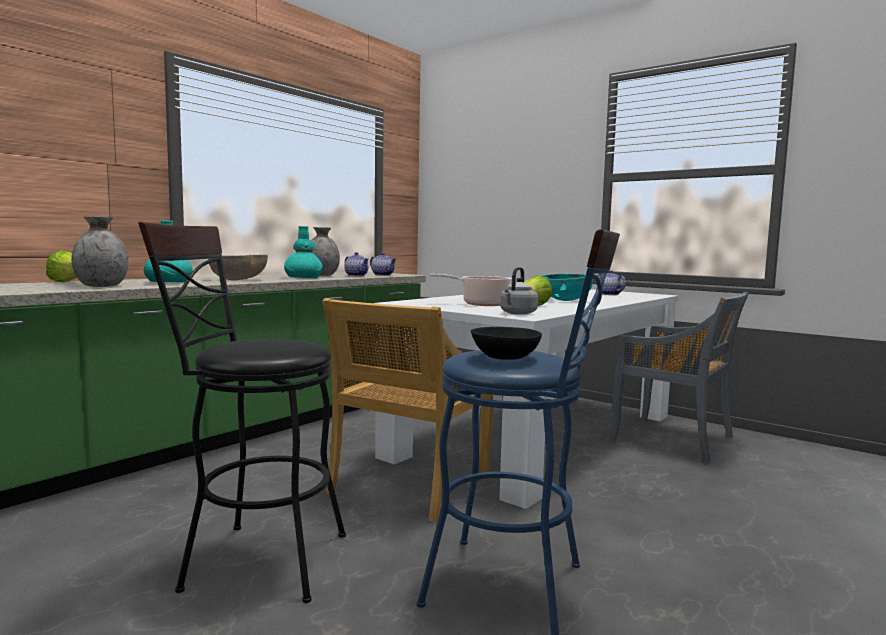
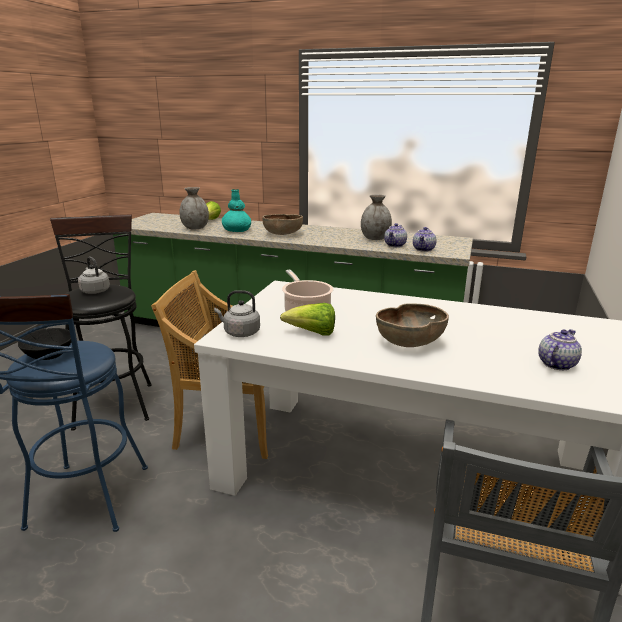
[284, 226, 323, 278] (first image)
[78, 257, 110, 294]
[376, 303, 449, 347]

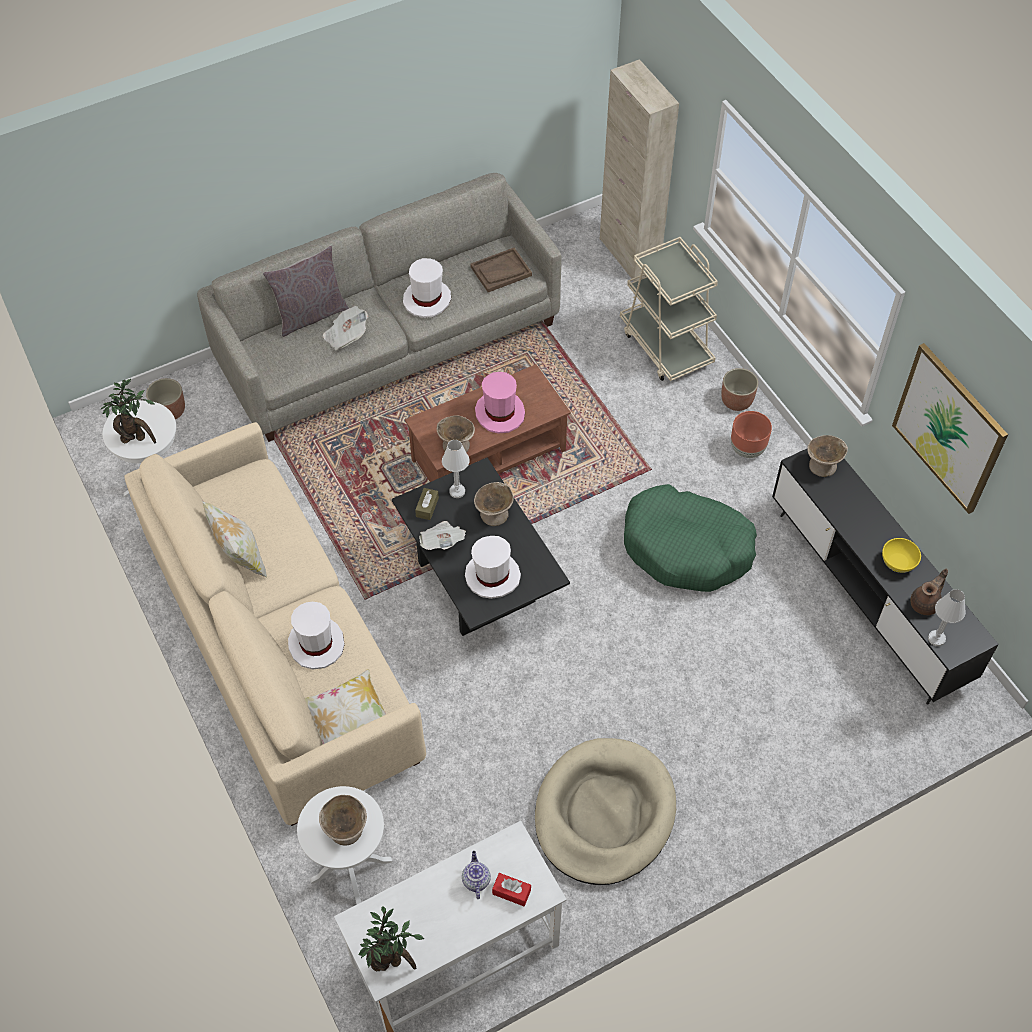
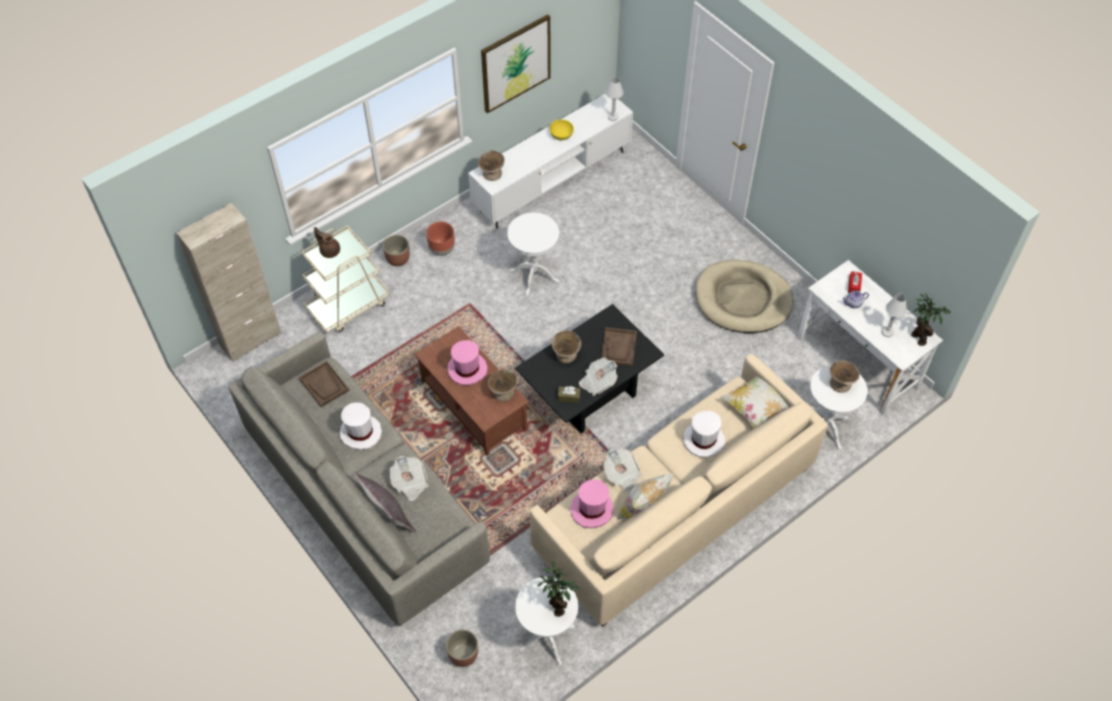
[570, 479, 614, 528]
[603, 449, 642, 492]
[882, 293, 907, 337]
[314, 227, 340, 258]
[601, 327, 637, 366]
[507, 213, 559, 296]
[468, 93, 633, 228]

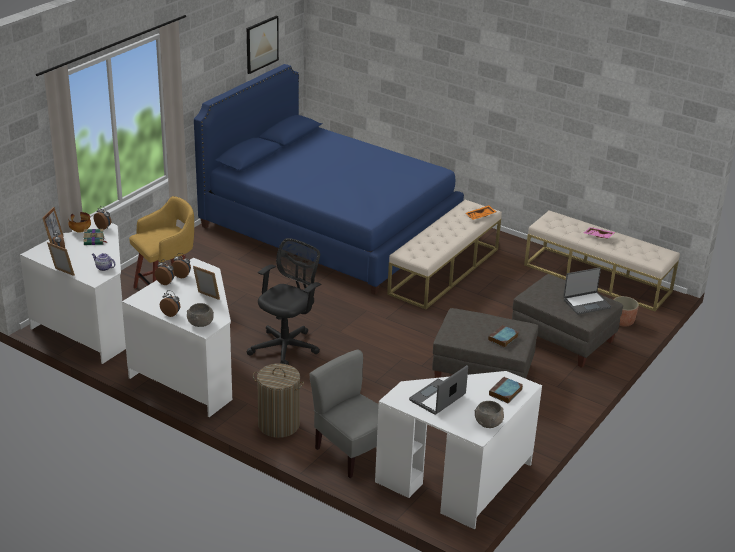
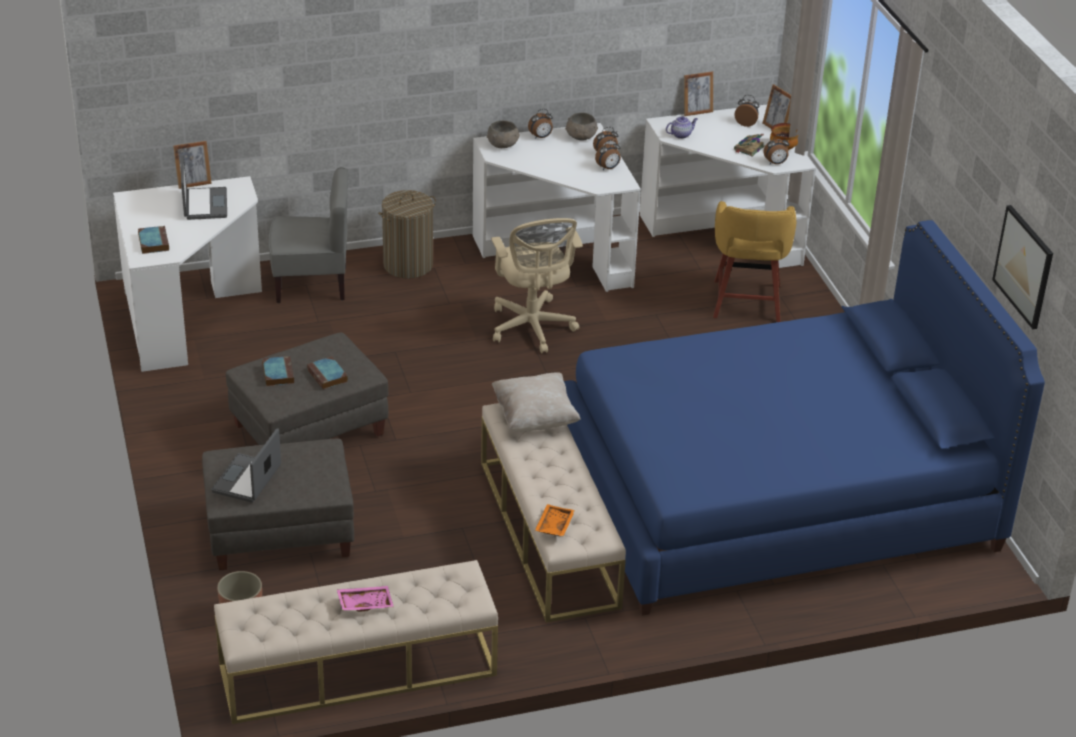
[307, 356, 348, 390]
[491, 373, 581, 431]
[173, 141, 212, 189]
[565, 113, 598, 141]
[491, 218, 583, 353]

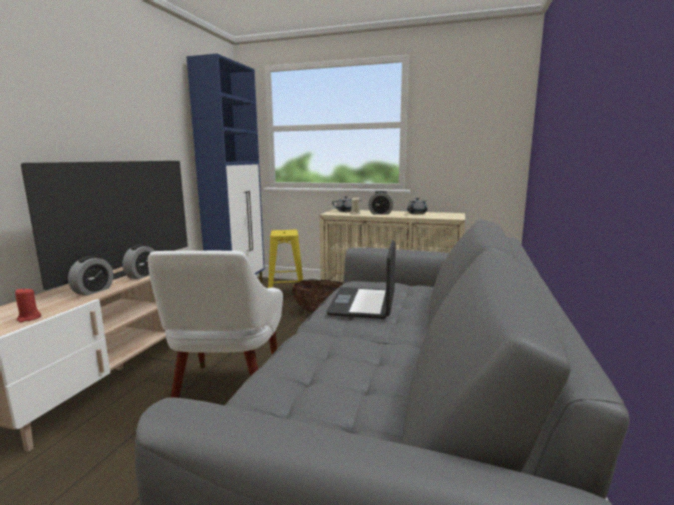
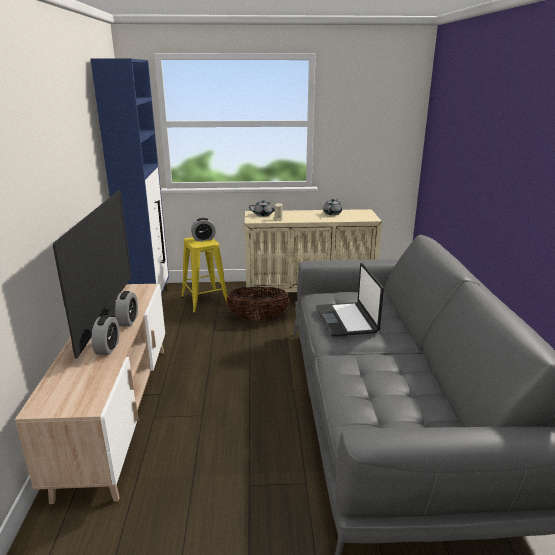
[15, 288, 41, 322] (first image)
[148, 251, 283, 398] (first image)
[191, 218, 216, 241]

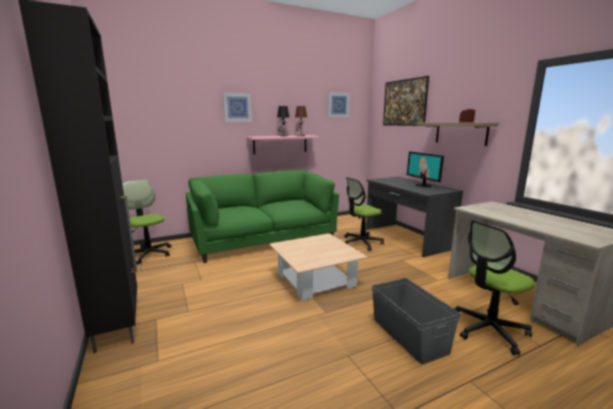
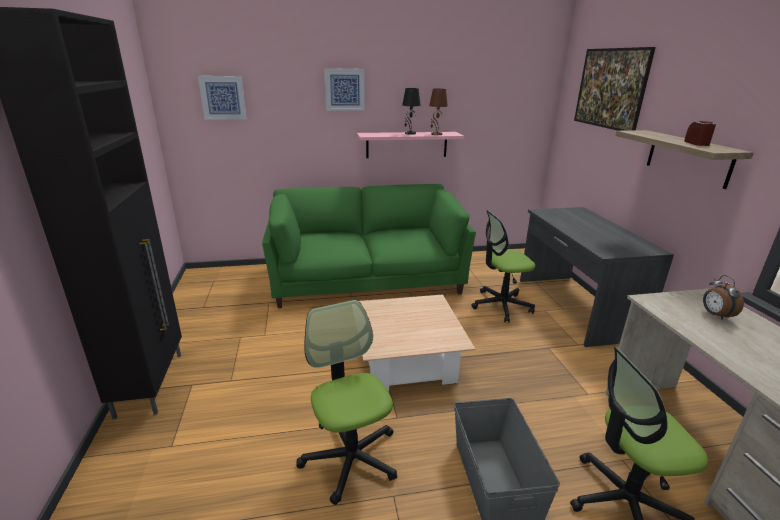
[407, 152, 444, 187] (first image)
[703, 275, 744, 320]
[296, 300, 397, 505]
[198, 76, 247, 120]

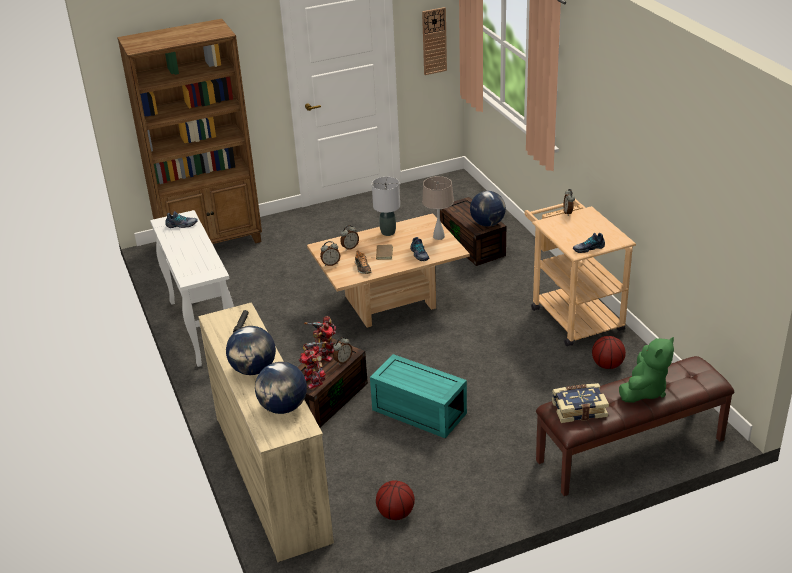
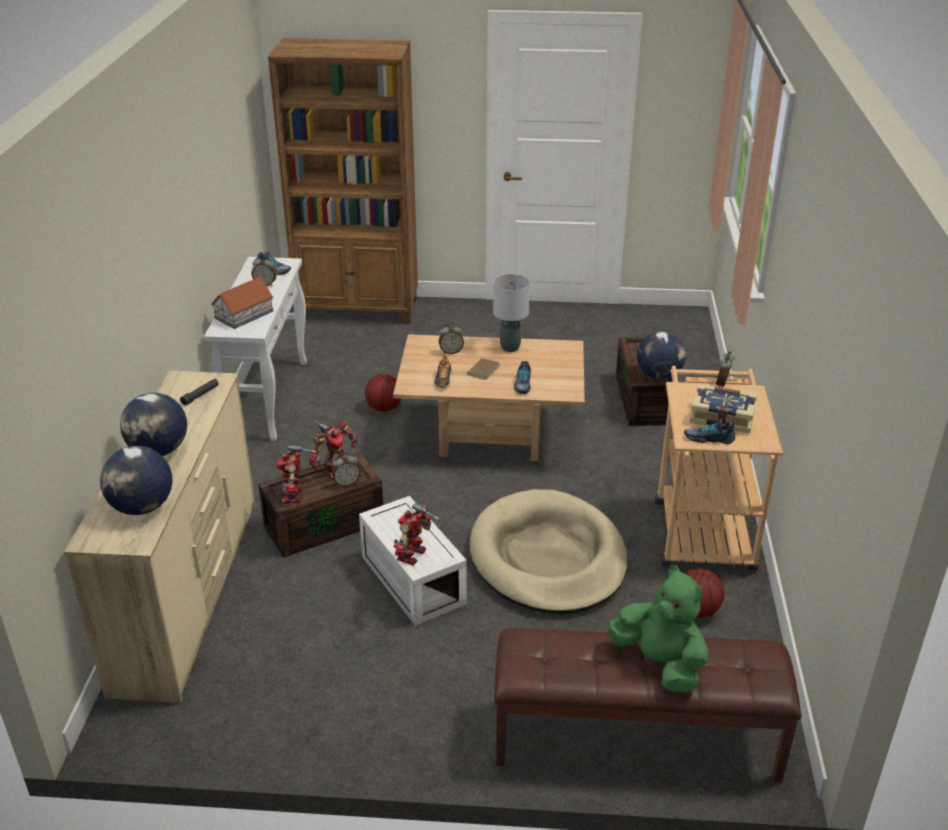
[422, 7, 447, 75] (first image)
[422, 176, 454, 240] (first image)
[210, 277, 273, 329]
[393, 503, 439, 566]
[470, 489, 627, 614]
[251, 255, 277, 286]
[365, 374, 401, 412]
[690, 385, 757, 433]
[359, 496, 467, 626]
[608, 565, 708, 693]

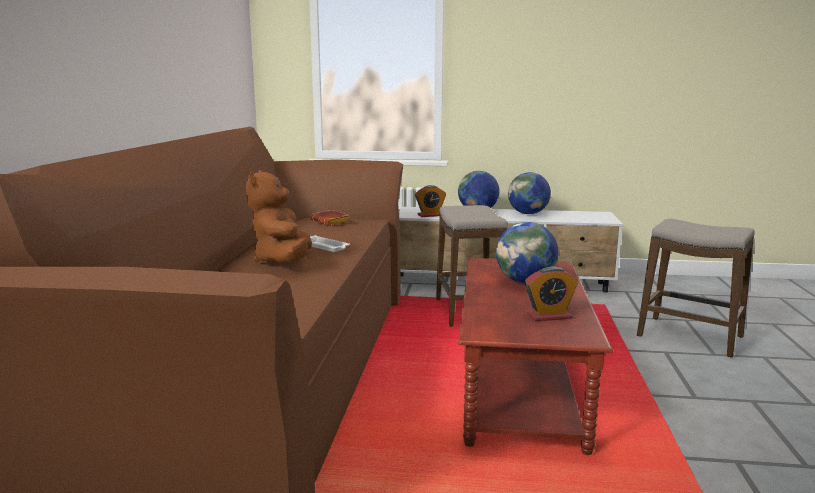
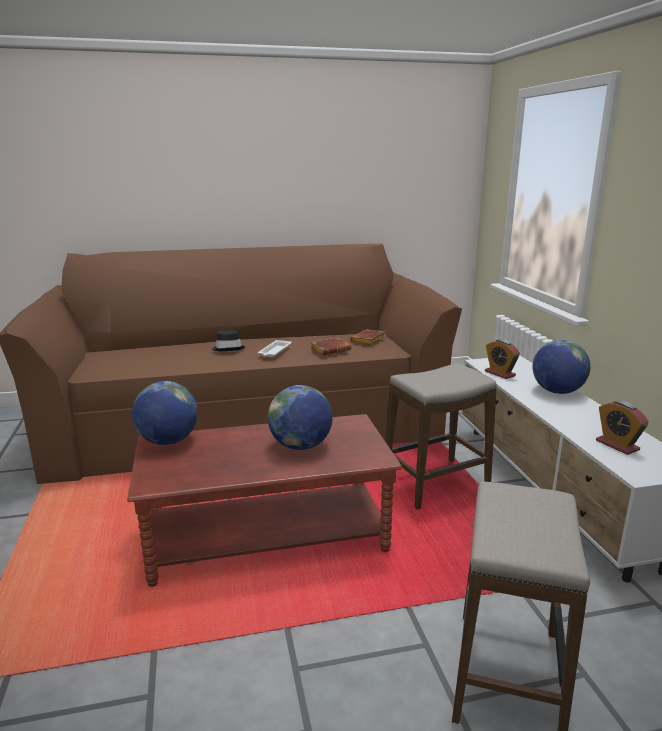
[310, 337, 351, 355]
[132, 381, 198, 445]
[596, 400, 649, 455]
[212, 330, 245, 351]

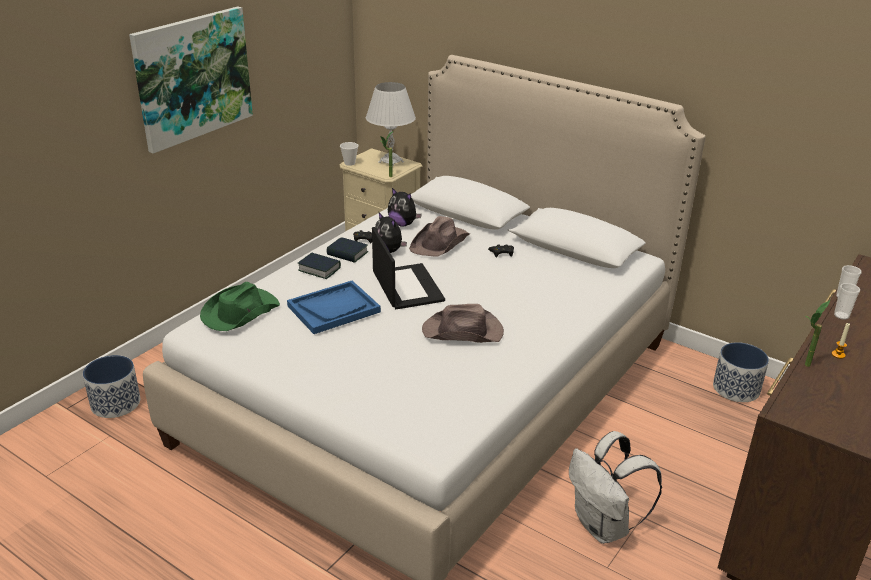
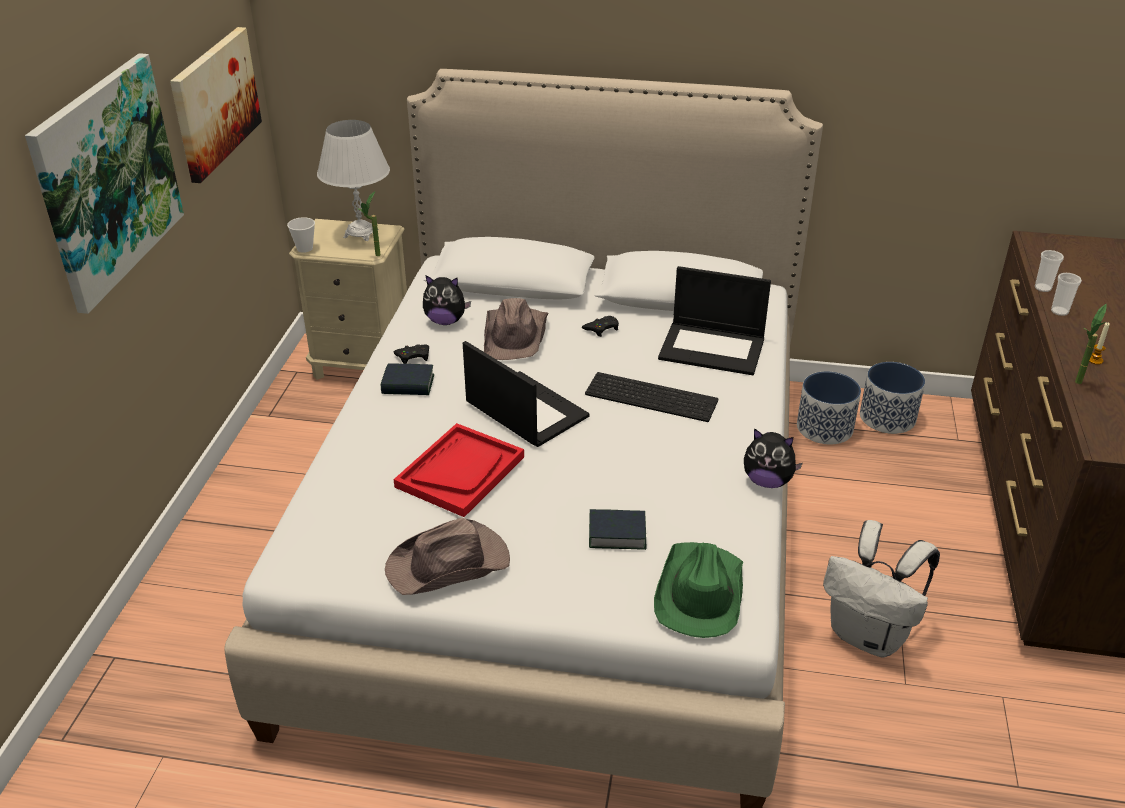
[170, 27, 262, 183]
[585, 372, 718, 422]
[658, 266, 771, 375]
[797, 371, 861, 444]
[654, 542, 743, 638]
[589, 509, 646, 550]
[744, 428, 803, 488]
[385, 518, 510, 595]
[394, 423, 524, 517]

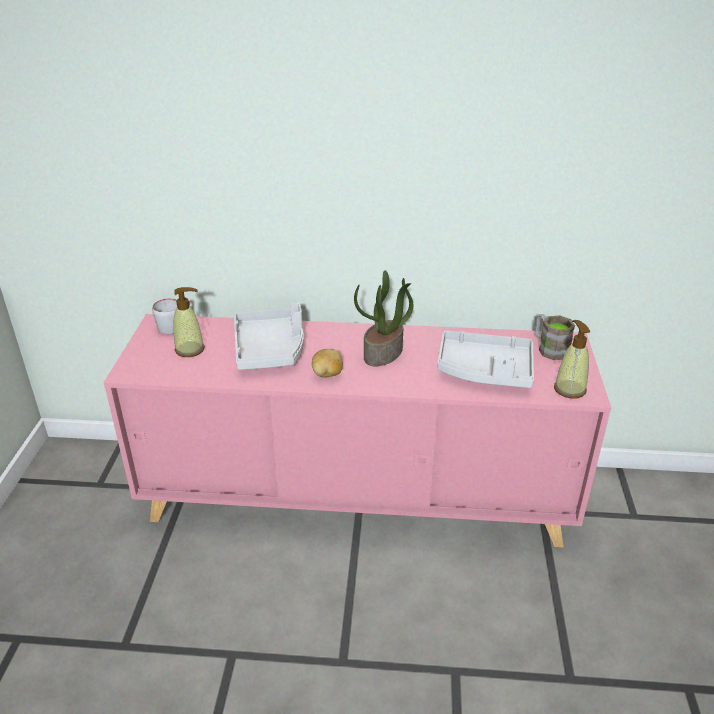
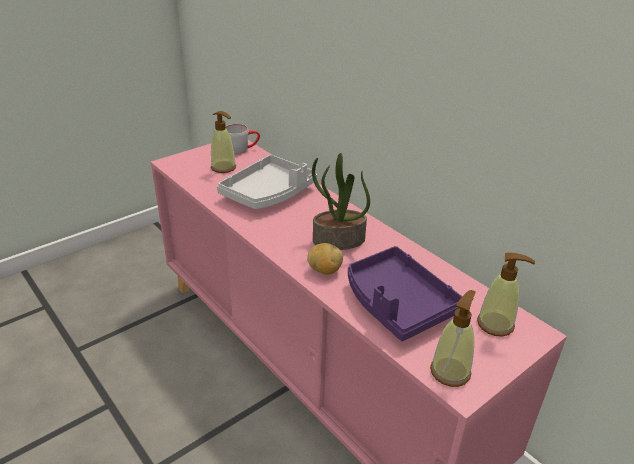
[307, 243, 343, 275]
[477, 253, 535, 337]
[348, 246, 462, 341]

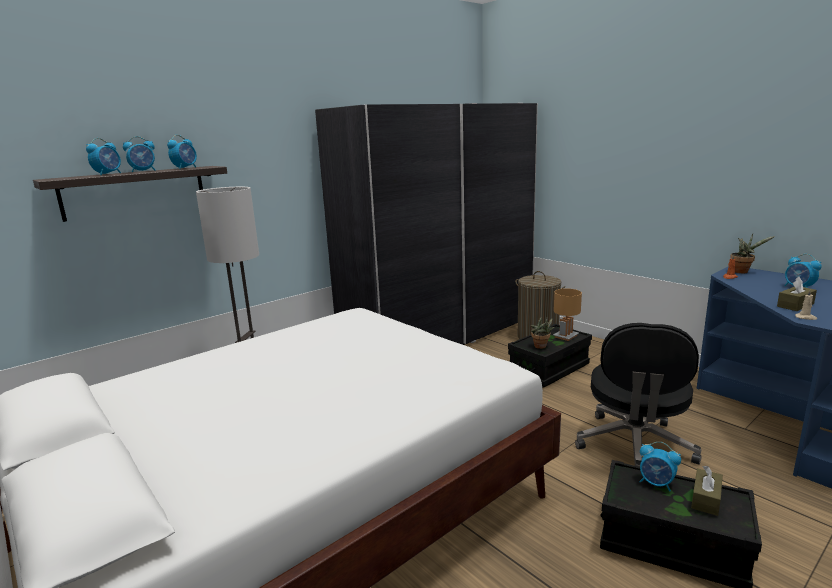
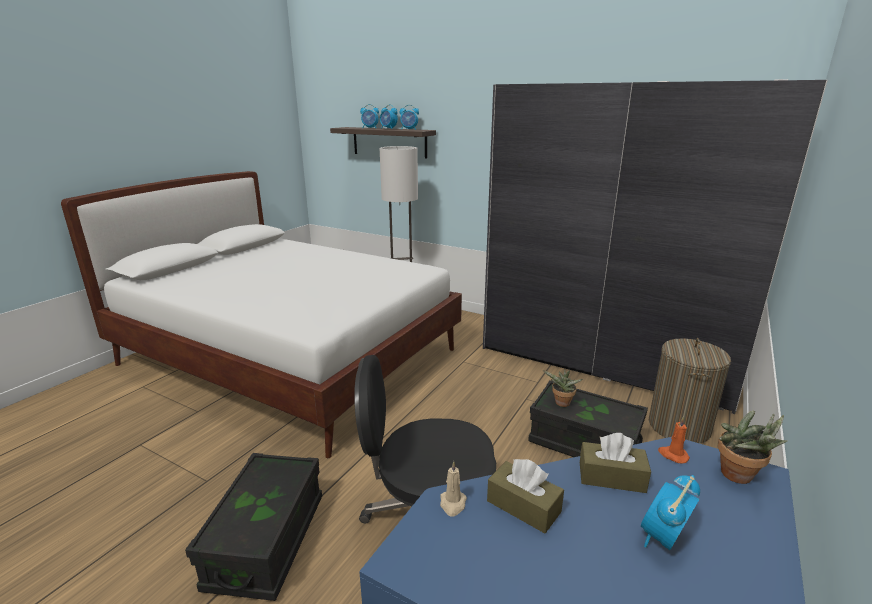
[553, 288, 582, 341] (first image)
[639, 442, 681, 491] (first image)
[580, 433, 651, 493]

